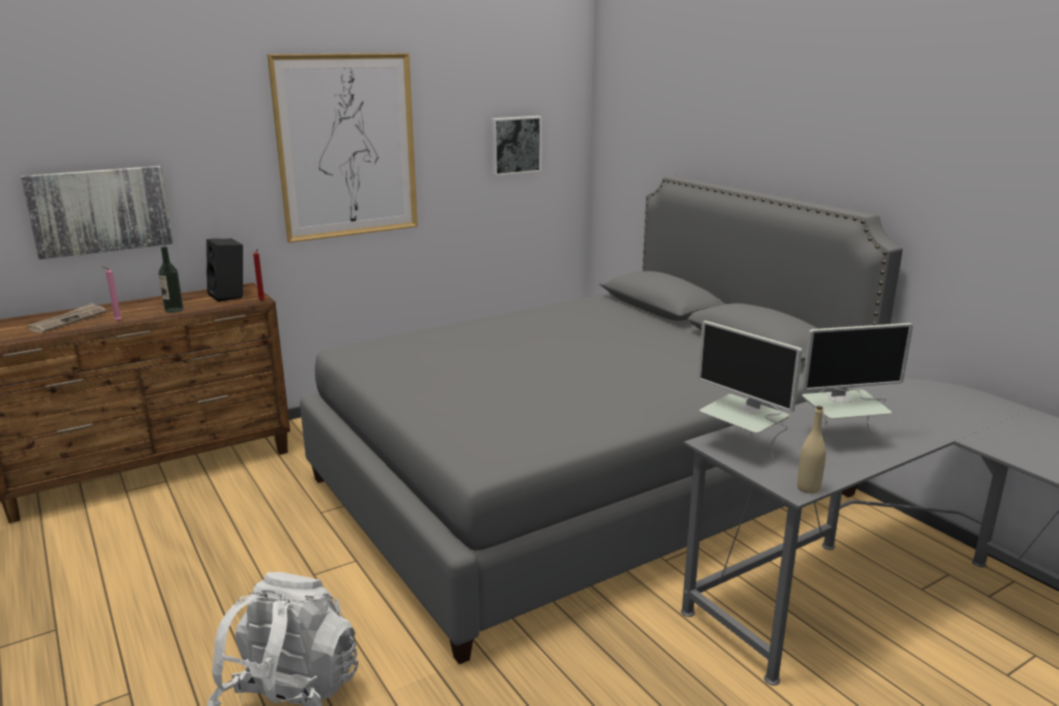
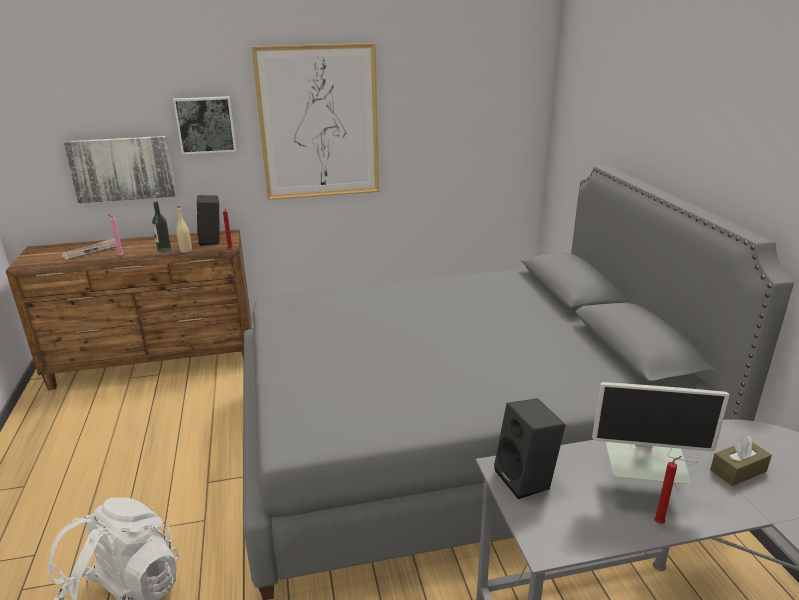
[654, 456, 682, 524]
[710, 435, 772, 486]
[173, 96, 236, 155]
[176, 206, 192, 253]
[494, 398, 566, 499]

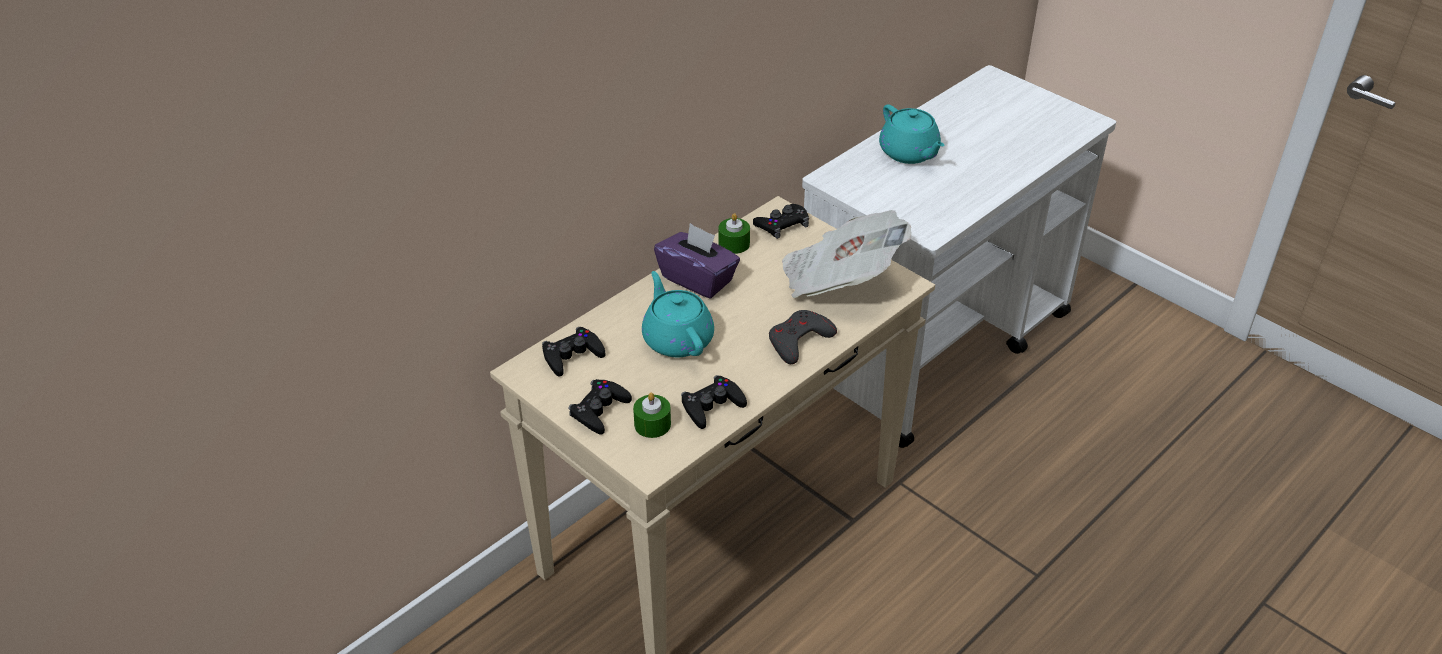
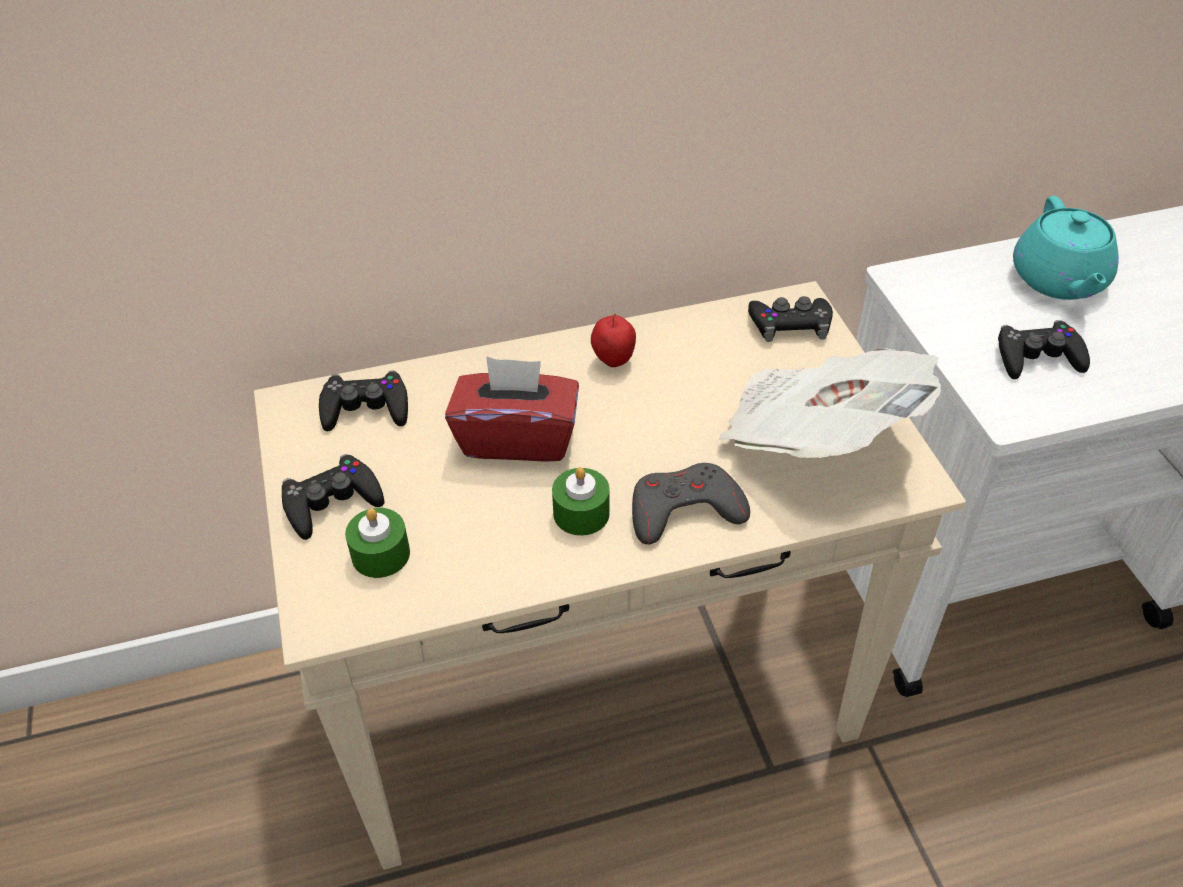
[998, 320, 1090, 379]
[552, 467, 610, 536]
[445, 357, 579, 462]
[591, 314, 636, 367]

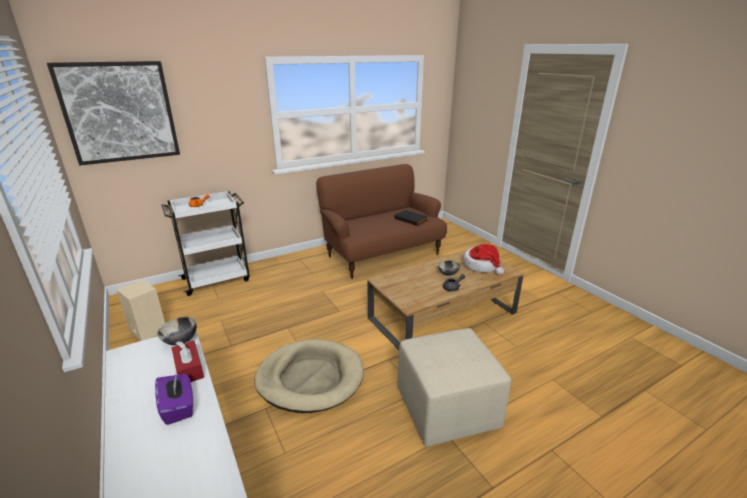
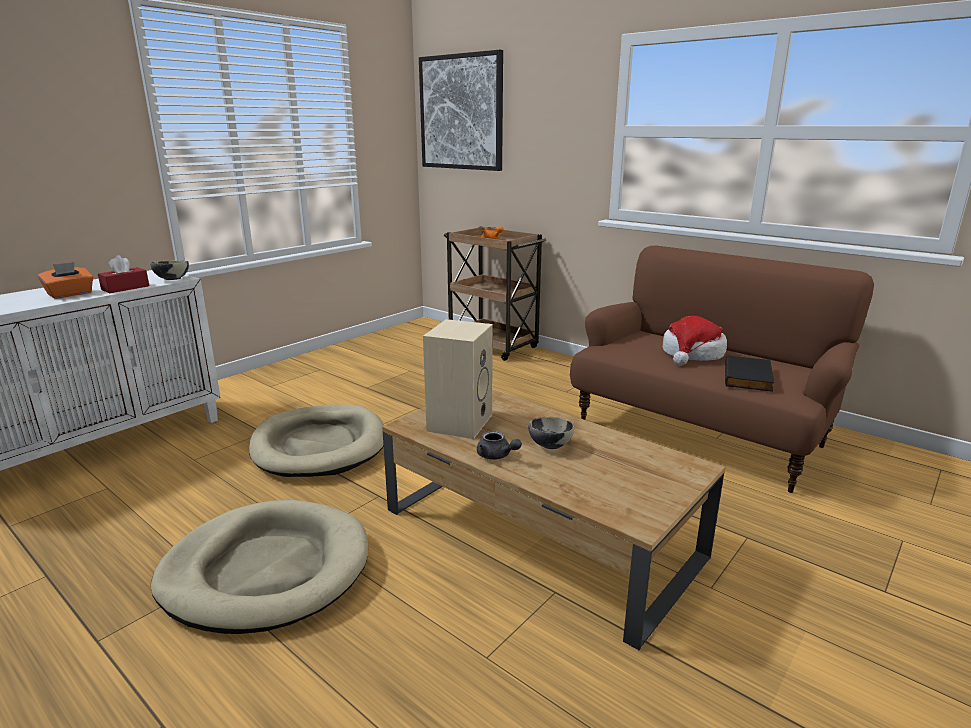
[423, 319, 493, 439]
[662, 316, 727, 365]
[151, 500, 368, 634]
[38, 262, 93, 299]
[444, 226, 546, 361]

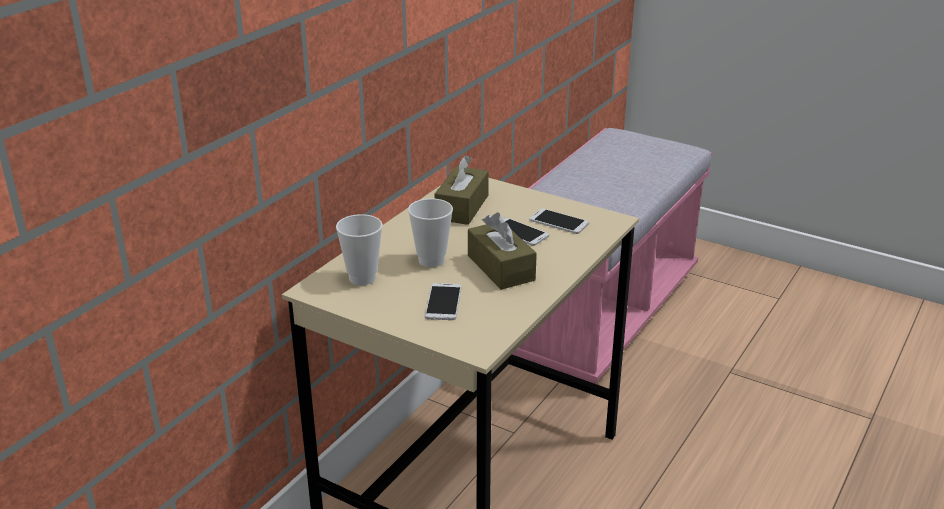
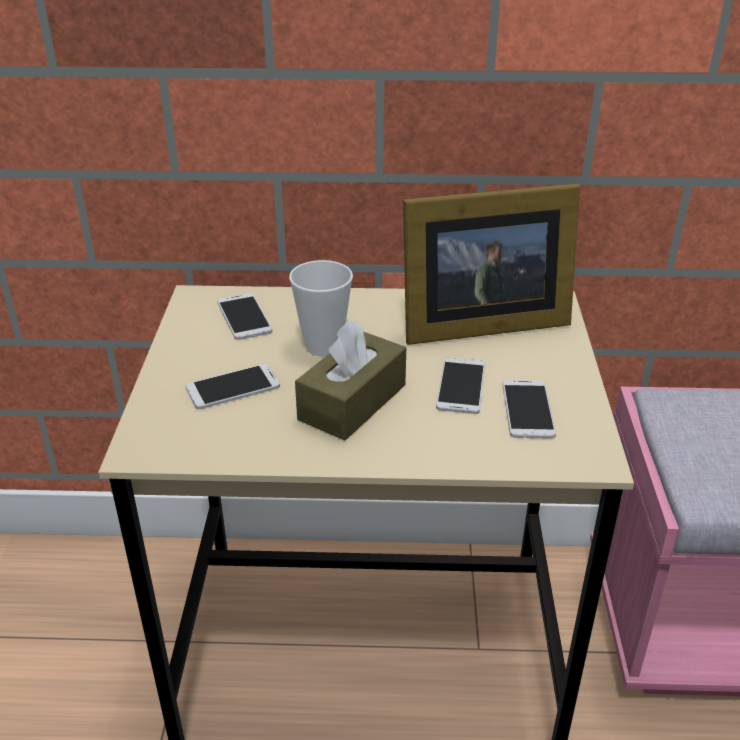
[217, 293, 272, 340]
[403, 184, 580, 345]

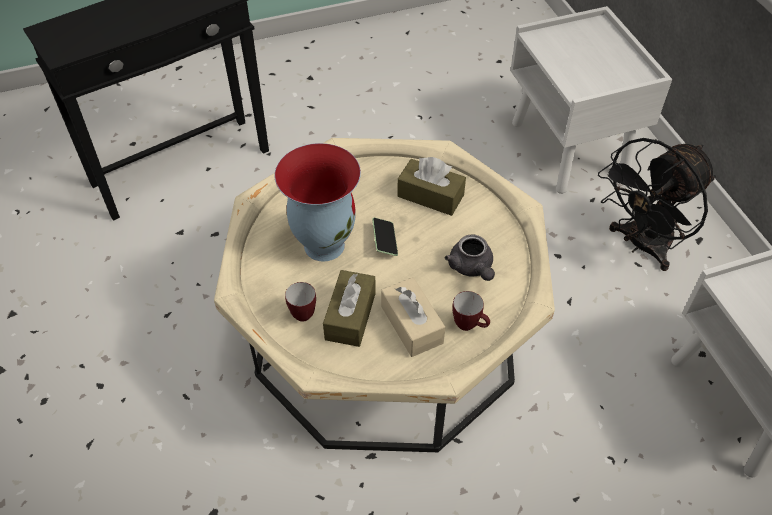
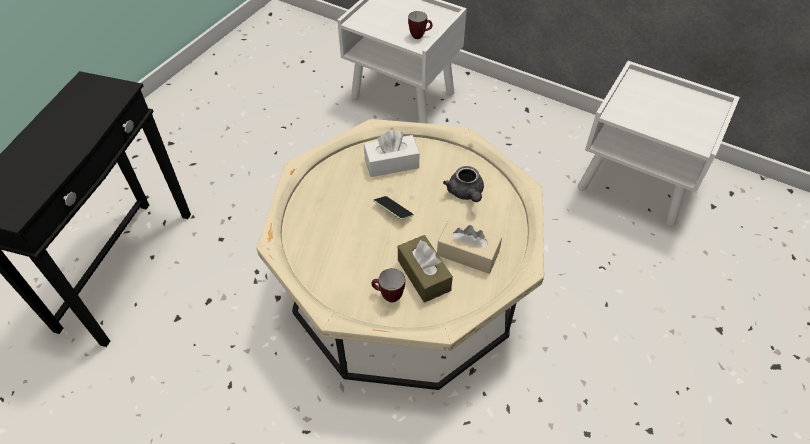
[274, 143, 361, 261] (first image)
[598, 138, 716, 271] (first image)
[408, 11, 433, 39]
[364, 130, 420, 177]
[443, 166, 484, 202]

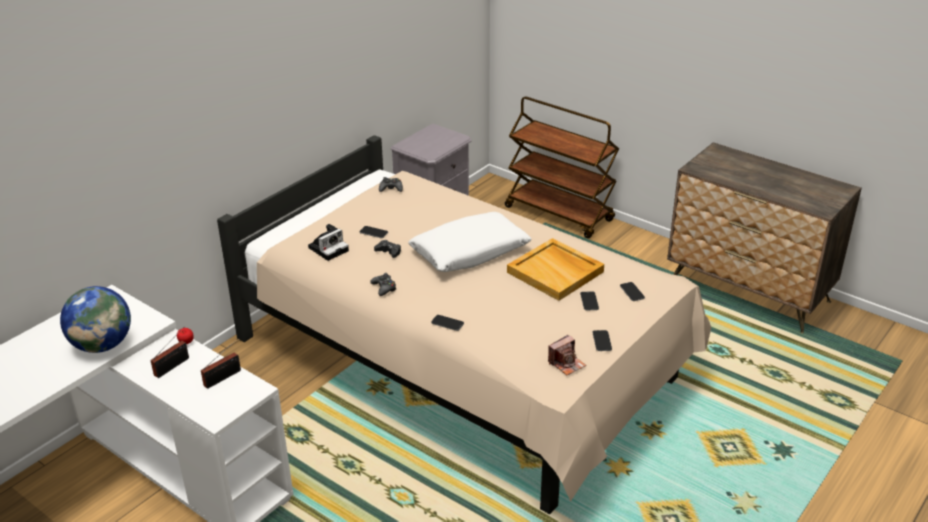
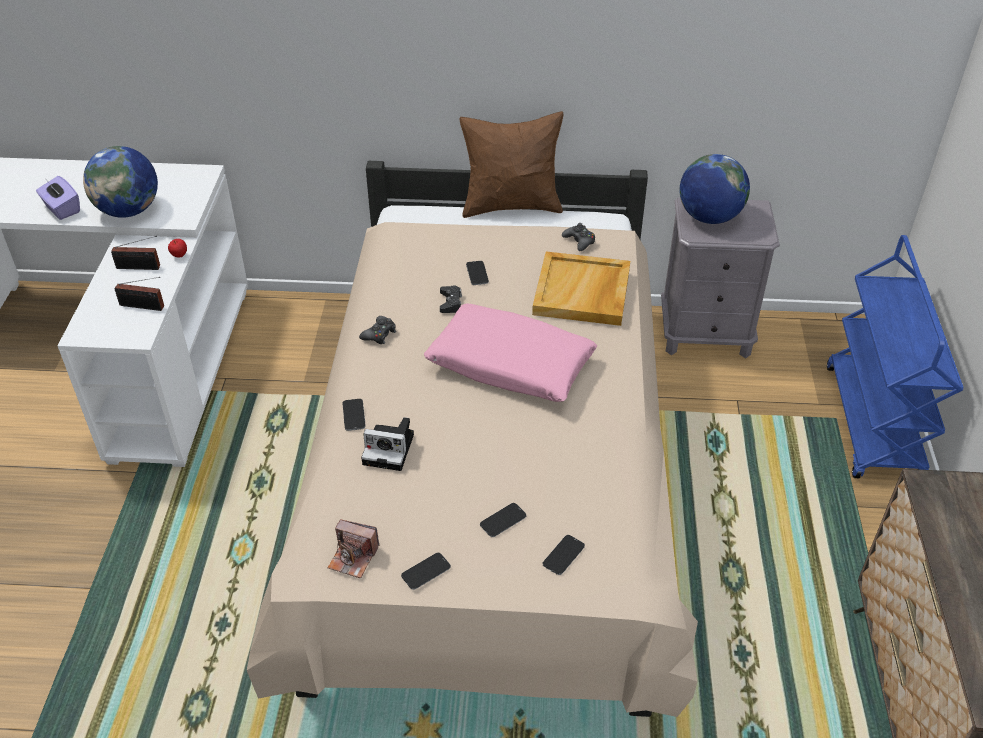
[36, 176, 80, 220]
[460, 111, 563, 218]
[680, 154, 750, 224]
[361, 417, 414, 471]
[532, 251, 630, 326]
[424, 304, 597, 402]
[827, 235, 964, 478]

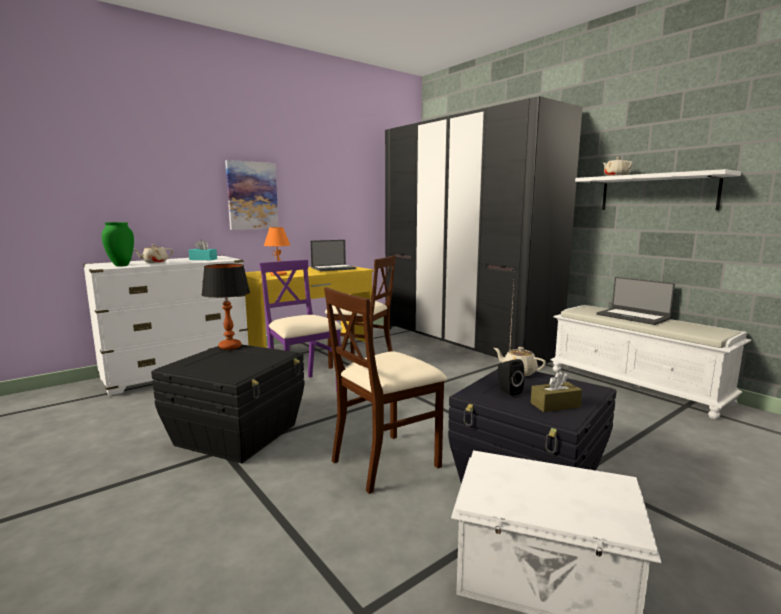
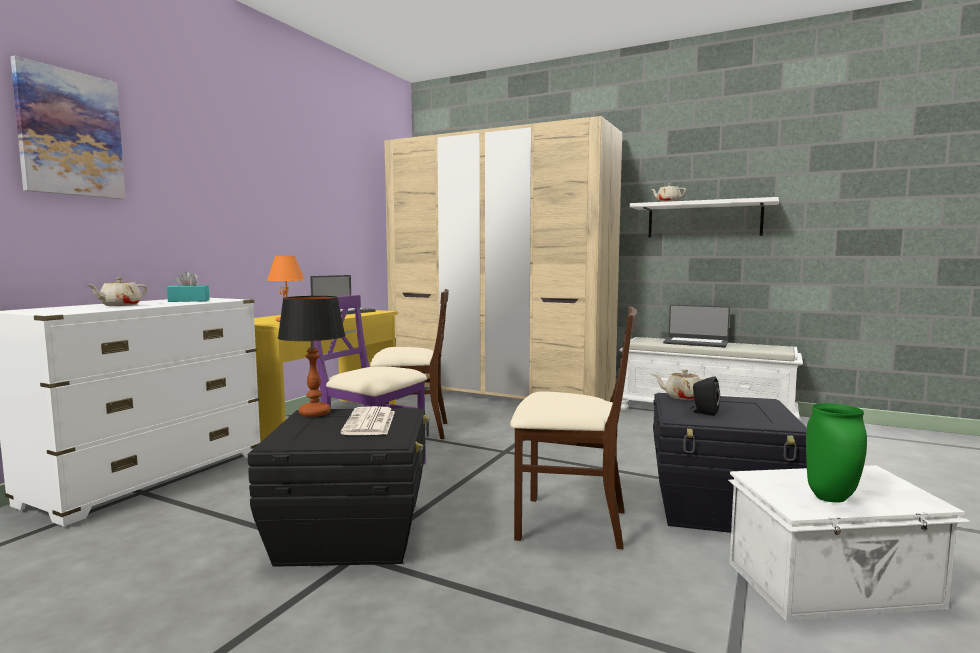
[531, 371, 582, 412] (first image)
[340, 406, 395, 435]
[806, 403, 867, 503]
[10, 56, 126, 199]
[384, 116, 622, 401]
[511, 307, 637, 550]

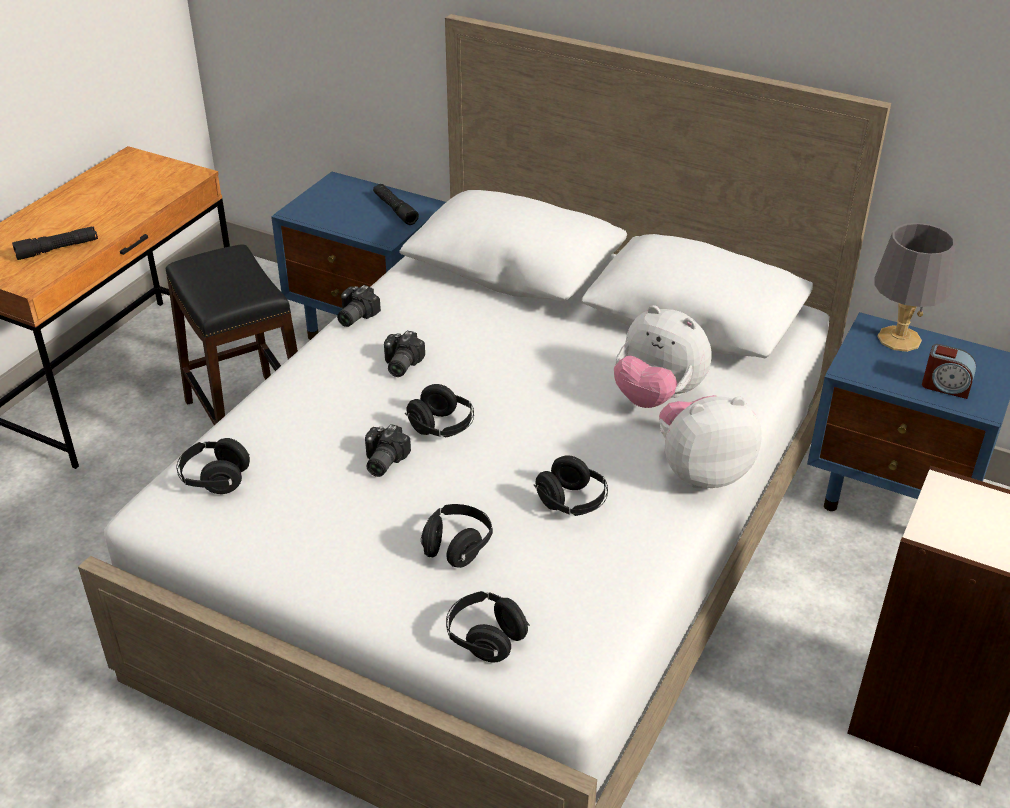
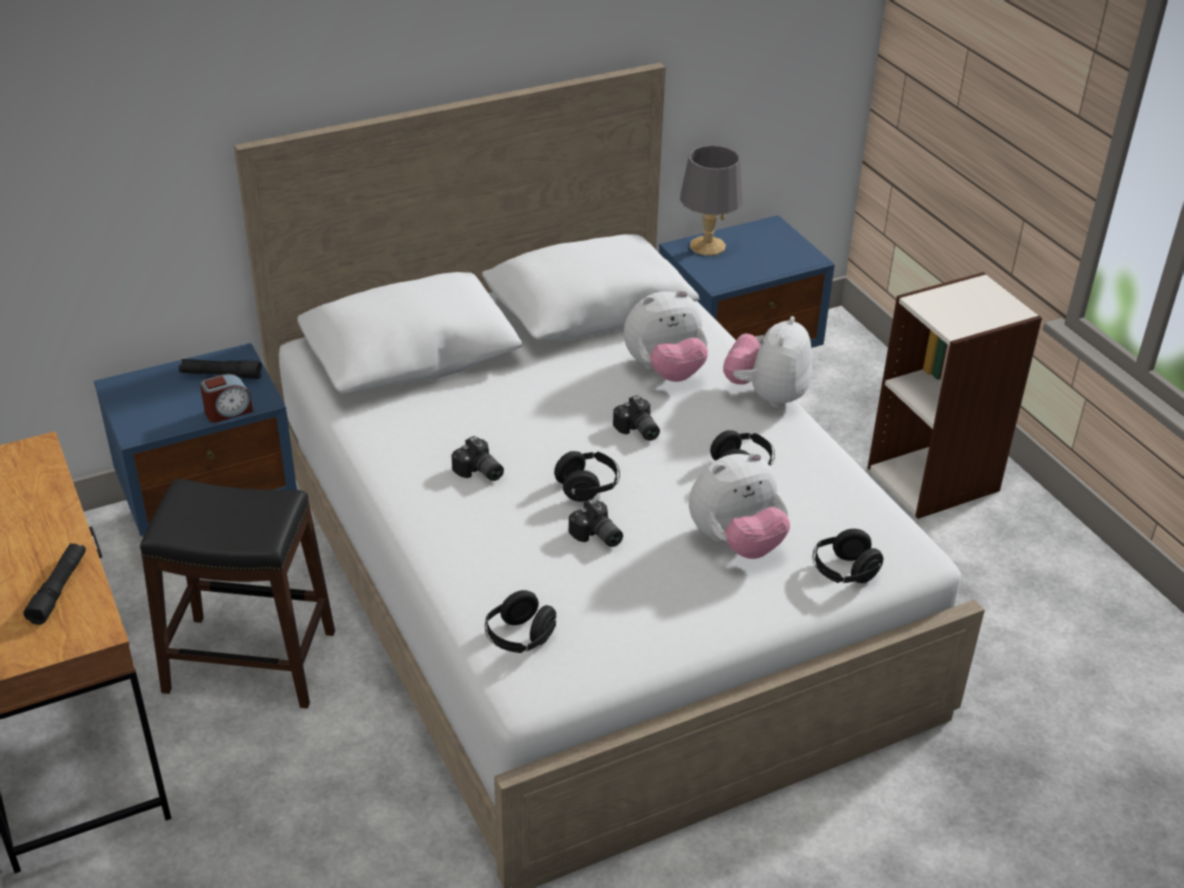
[613, 395, 660, 441]
[200, 374, 253, 423]
[689, 452, 790, 559]

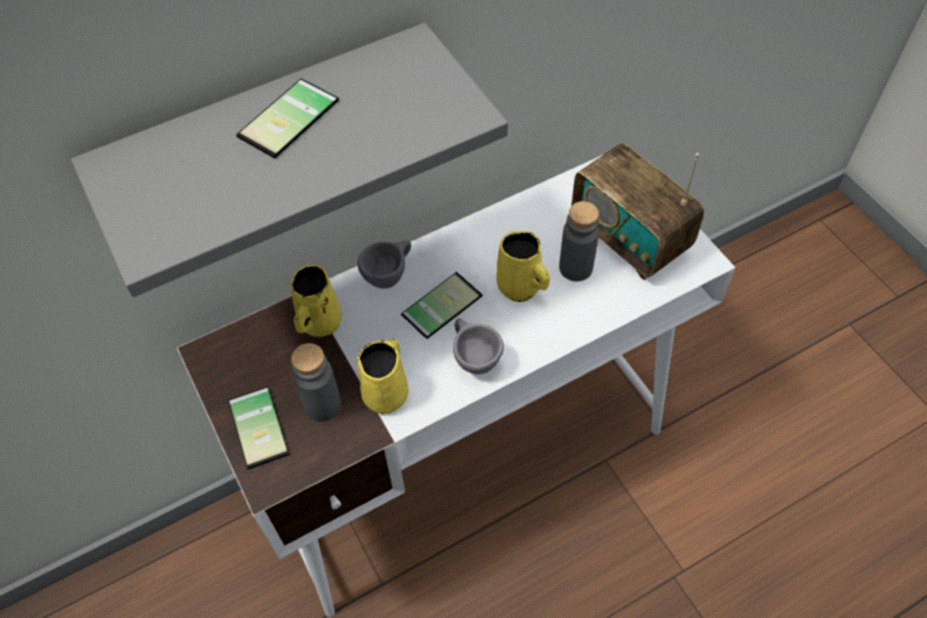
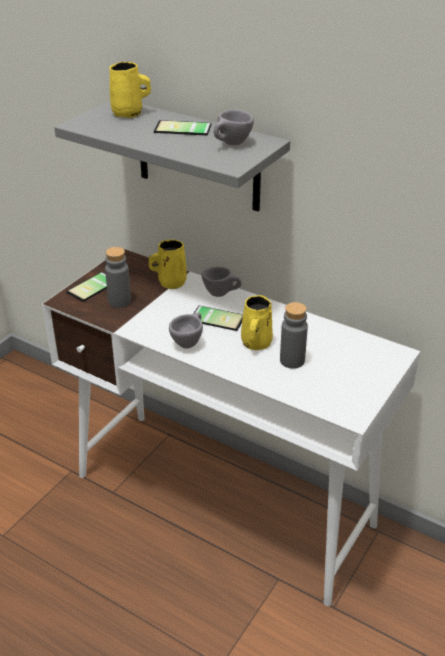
[571, 143, 705, 280] (first image)
[214, 109, 254, 145]
[109, 62, 151, 118]

